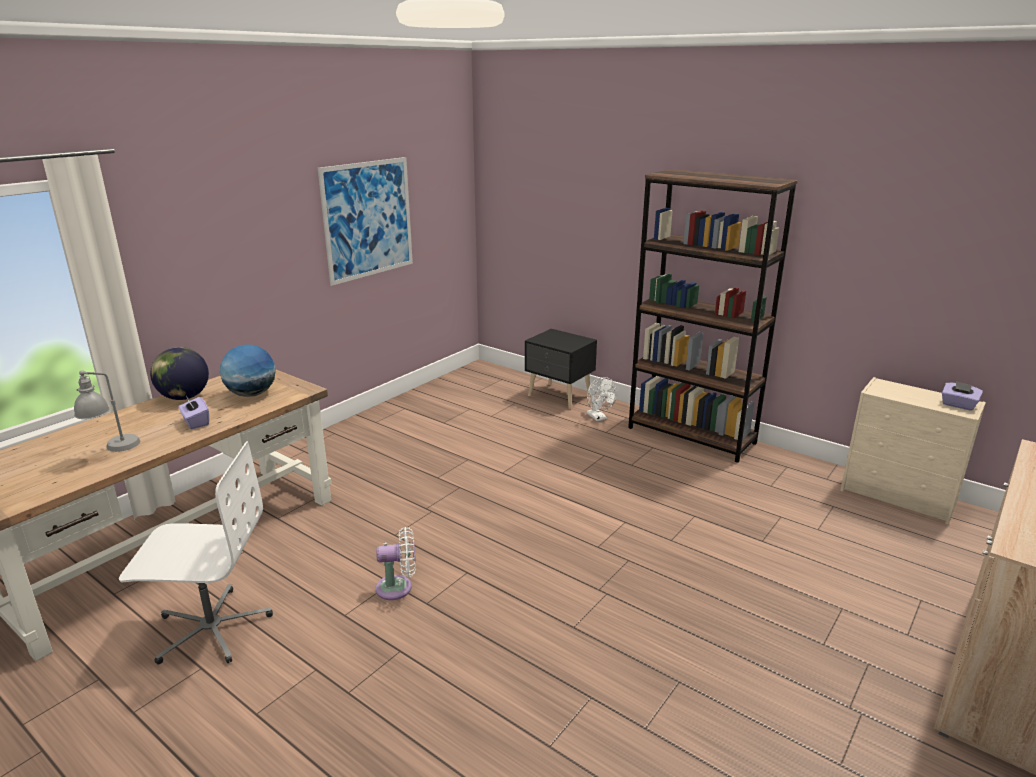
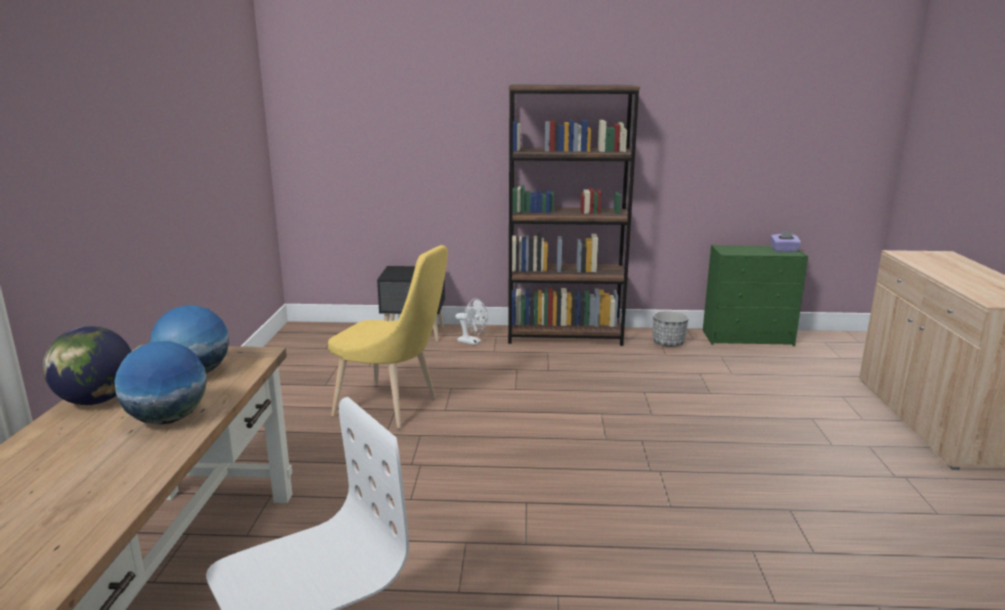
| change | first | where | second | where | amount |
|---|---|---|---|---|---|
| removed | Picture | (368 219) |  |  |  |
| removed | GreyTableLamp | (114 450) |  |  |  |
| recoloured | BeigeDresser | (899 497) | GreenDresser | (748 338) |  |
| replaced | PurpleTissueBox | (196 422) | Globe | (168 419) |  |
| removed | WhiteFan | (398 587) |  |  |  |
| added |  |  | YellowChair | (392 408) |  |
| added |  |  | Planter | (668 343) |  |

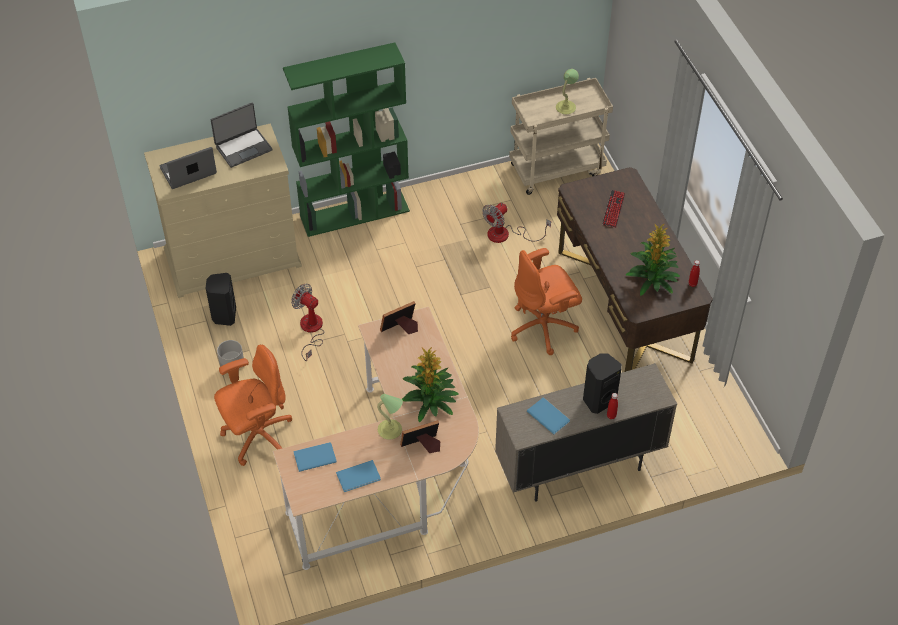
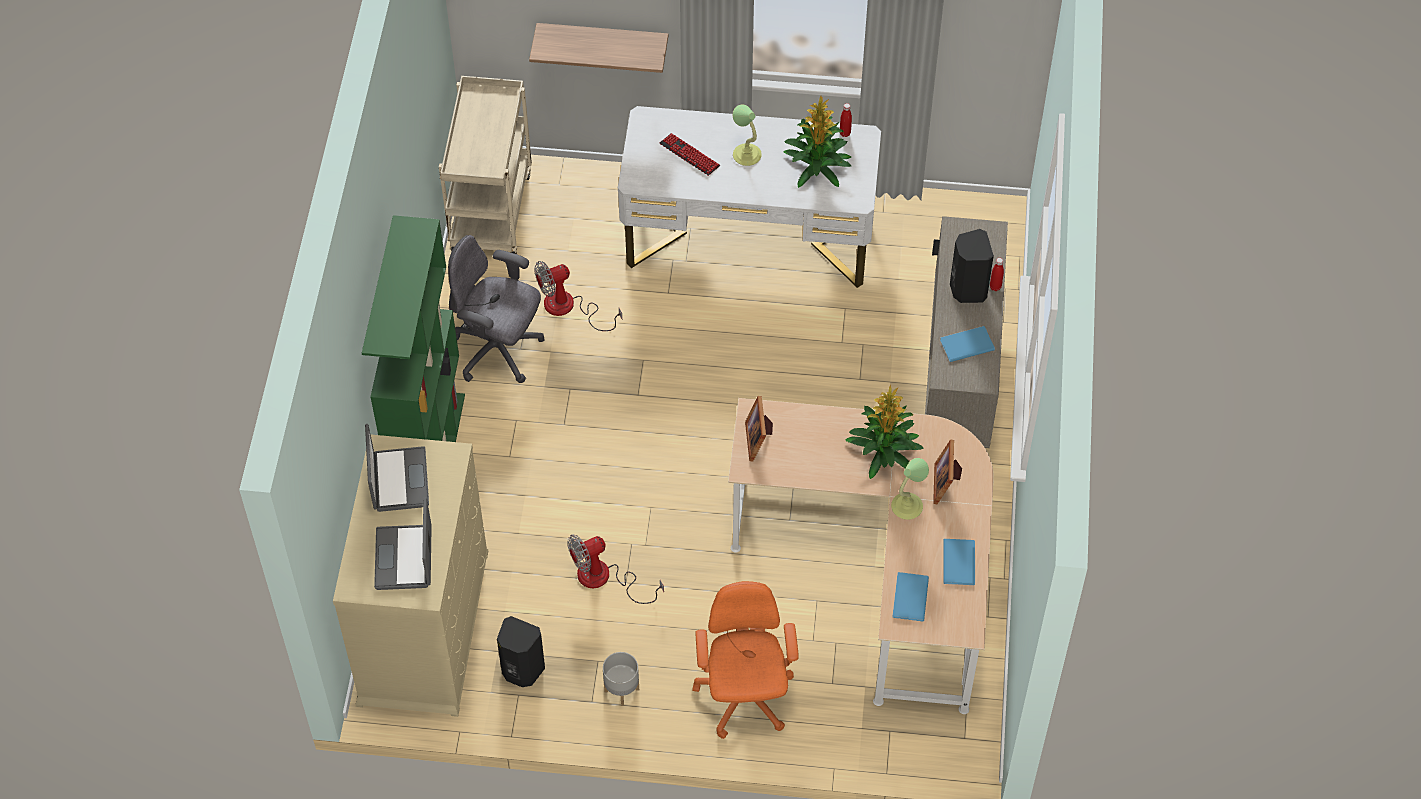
| change | first | where | second | where | amount |
|---|---|---|---|---|---|
| moved | TableLamp | (566 107) |  | (746 154) |  |
| recoloured | BrownDesk | (623 305) | WhiteDesk | (748 239) |  |
| turned | Fan | (506 235) |  | (569 308) | 90 degrees clockwise |
| removed | OrangeOfficeChair | (544 327) |  |  |  |
| added |  |  | Shelf | (603 41) |  |
| added |  |  | GreyOfficeChair | (498 351) |  |

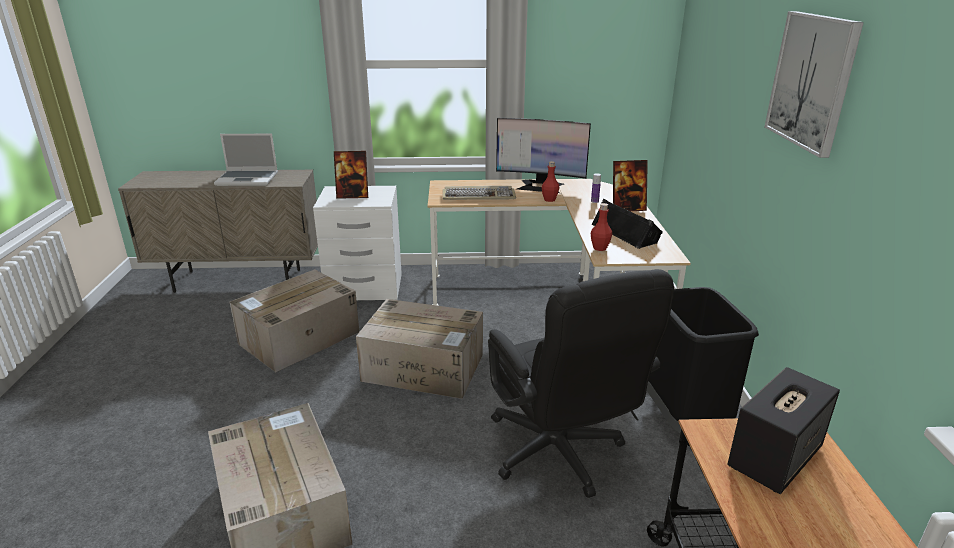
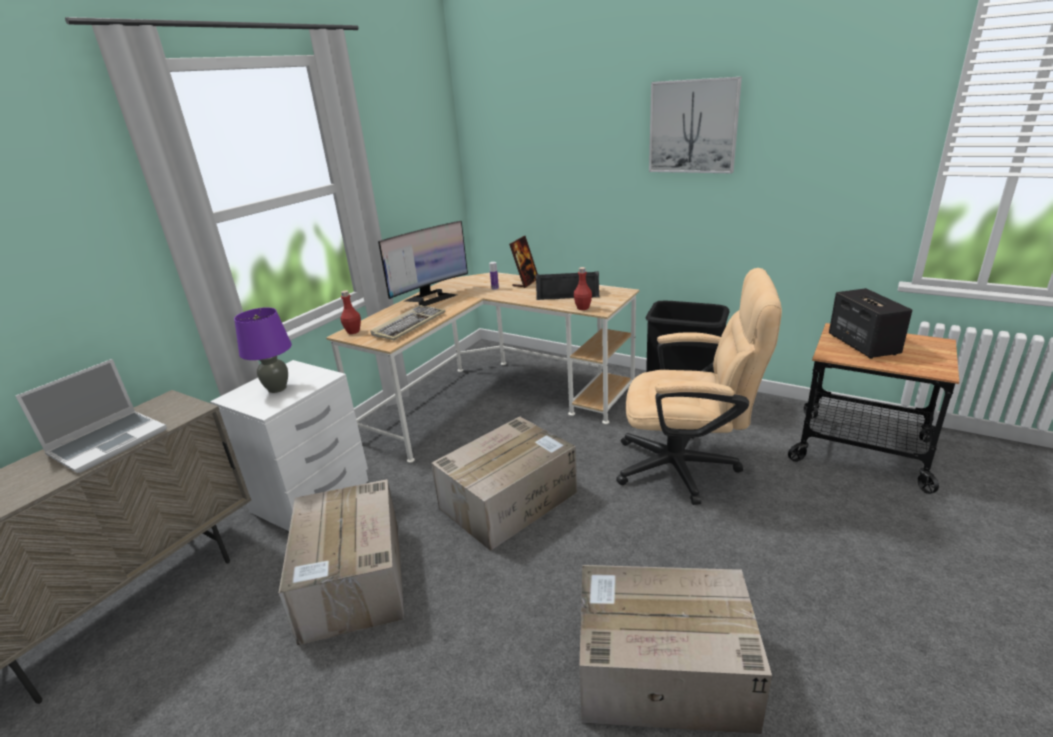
| change | first | where | second | where | amount |
|---|---|---|---|---|---|
| replaced | PictureFrame | (353 196) | PurpleTableLamp | (277 389) |  |
| moved | RedBottle | (549 200) |  | (353 331) |  |
| recoloured | BlackOfficeChair | (560 456) | BeigeOfficeChair | (688 467) |  |

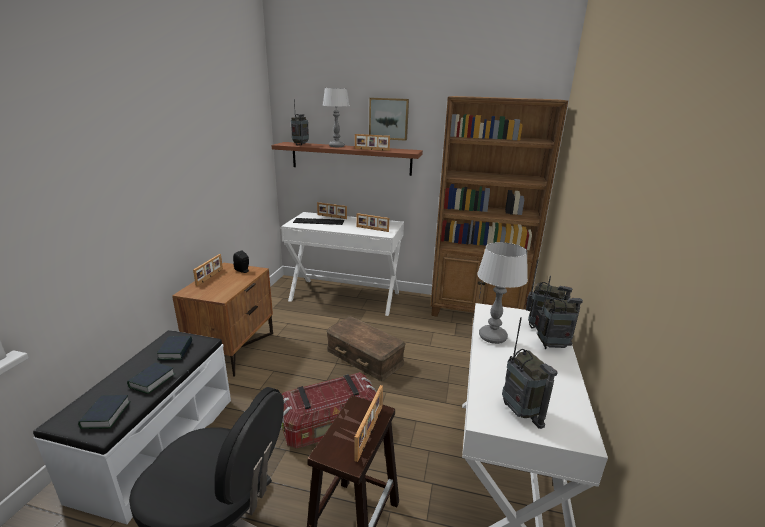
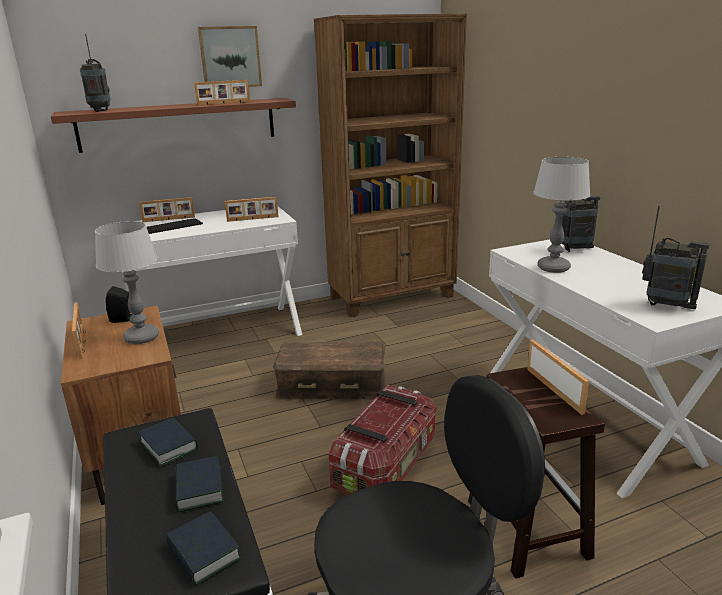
| change | first | where | second | where | amount |
|---|---|---|---|---|---|
| moved | TableLamp | (337 146) |  | (142 337) |  |
| removed | Radio | (552 346) |  |  |  |

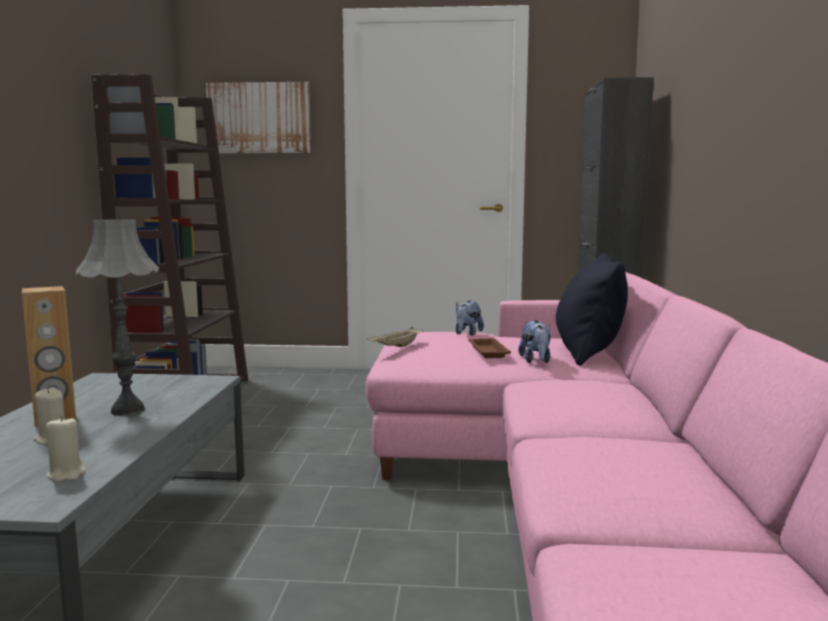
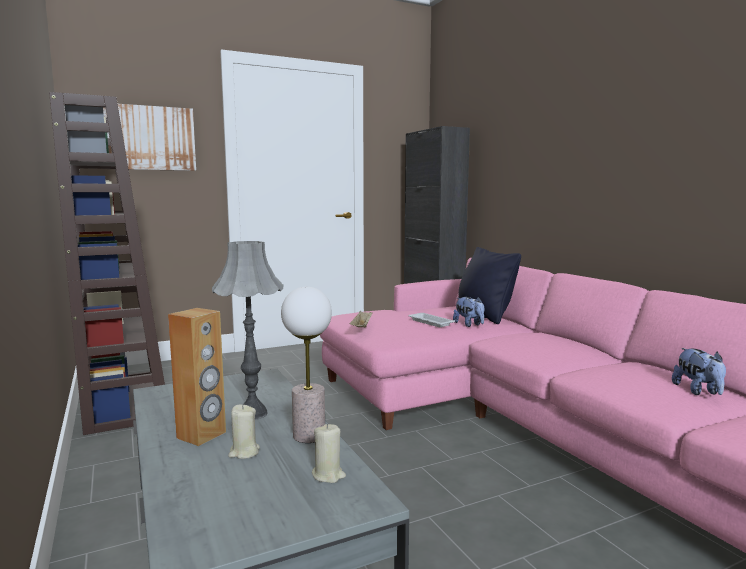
| change | first | where | second | where | amount |
|---|---|---|---|---|---|
| moved | PlushToy | (467 334) |  | (698 391) |  |
| recoloured | BrownTray | (488 351) | WhiteTray | (430 322) |  |
| added |  |  | TableLamp | (308 436) |  |

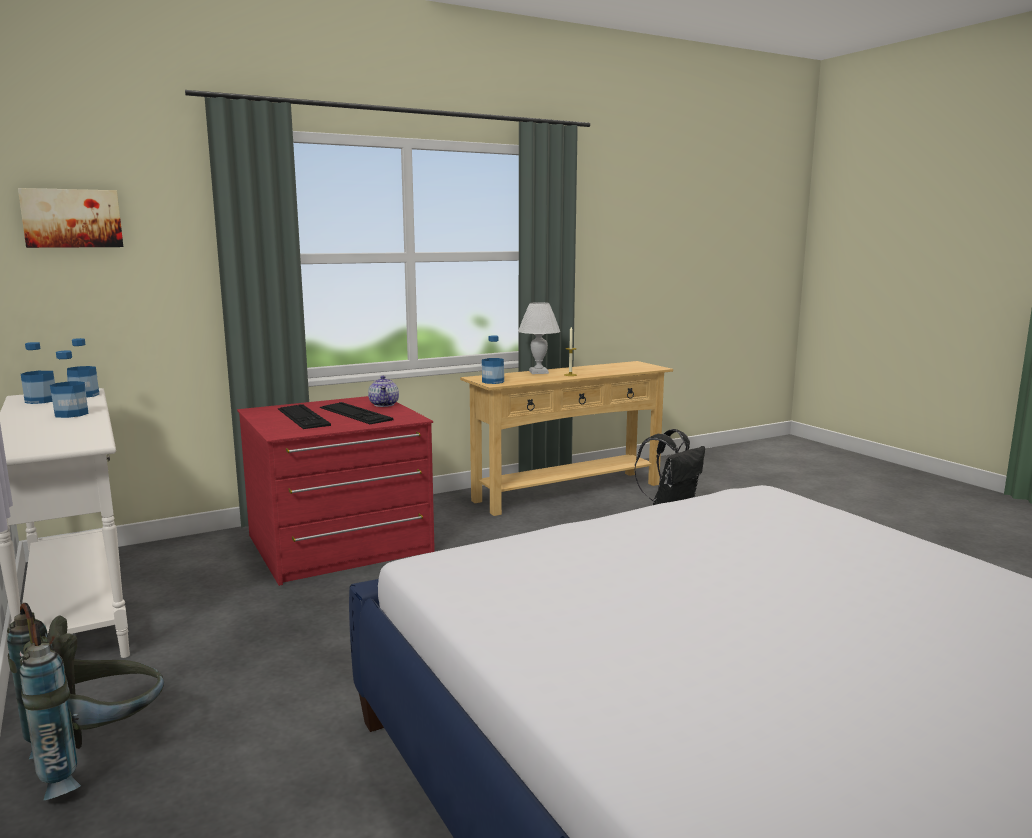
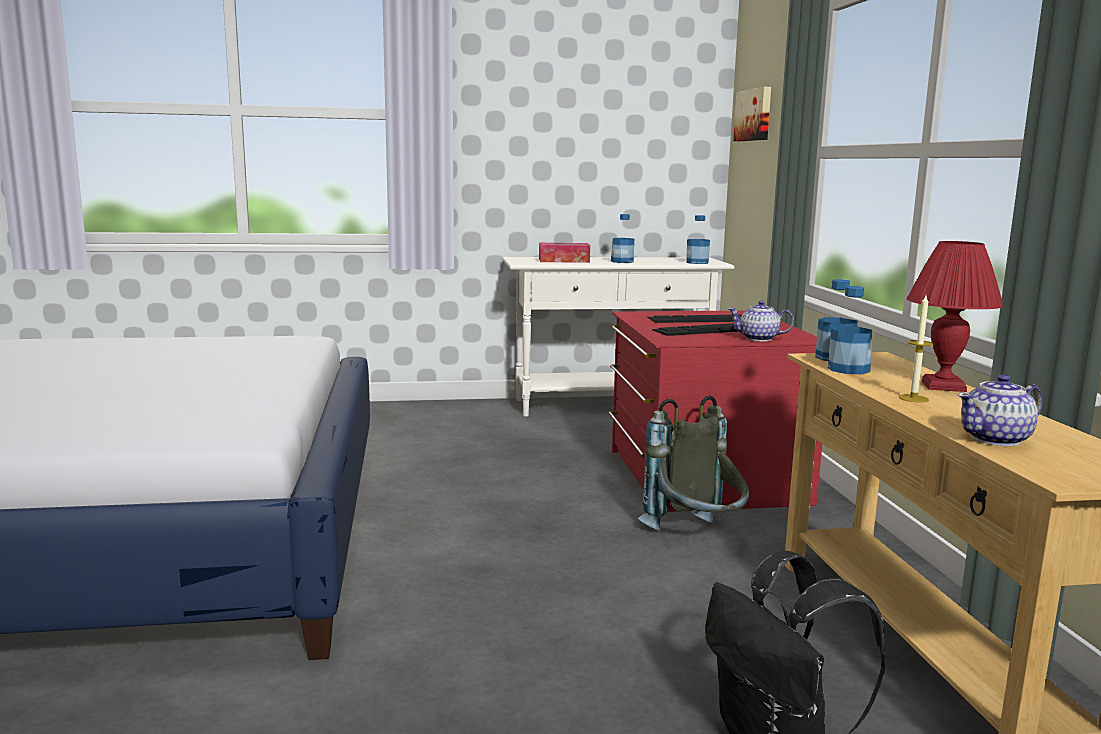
| change | first | where | second | where | amount |
|---|---|---|---|---|---|
| recoloured | WhiteTableLamp | (539 372) | RedTableLamp | (944 386) |  |
| moved | Bottle | (41 400) |  | (848 369) |  |
| moved | GreyBackpack | (98 756) |  | (696 536) |  |
| added |  |  | TissueBox | (564 260) |  |
| added |  |  | Teapot | (996 439) |  |

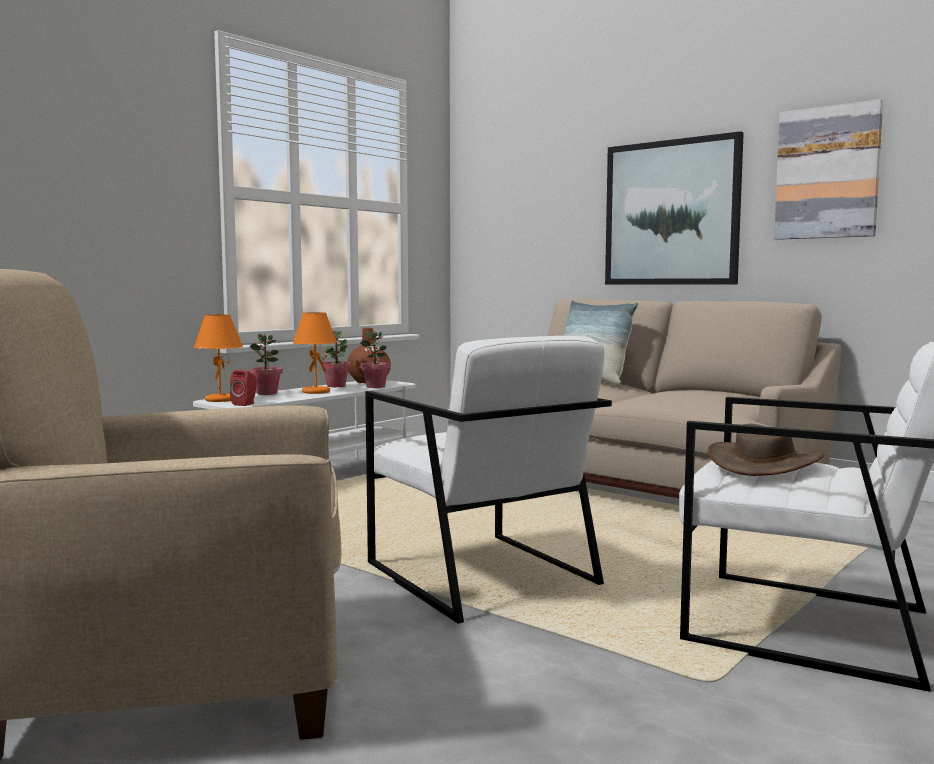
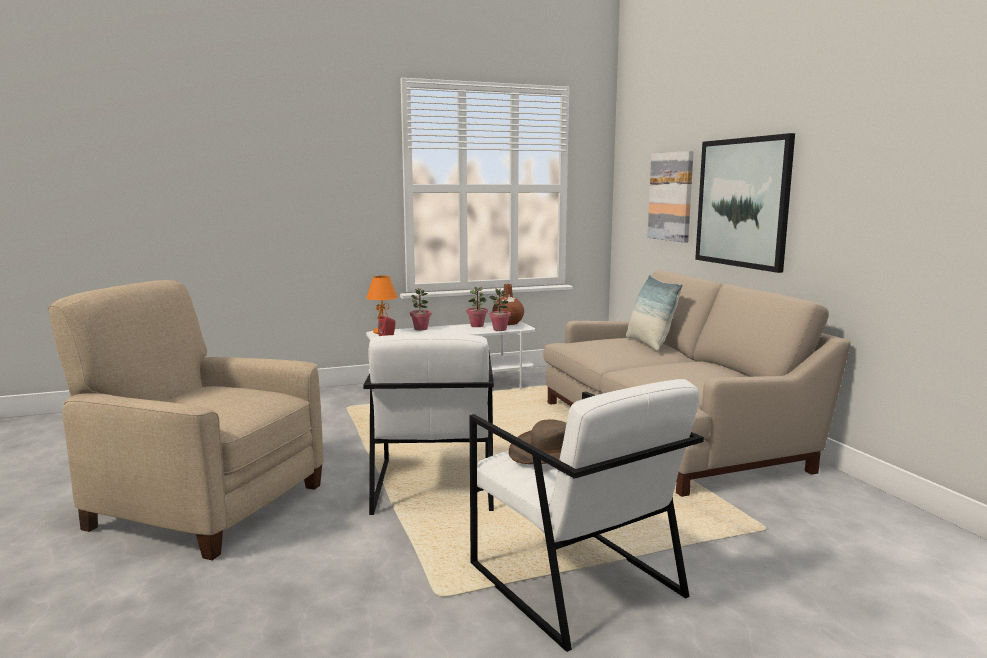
| change | first | where | second | where | amount |
|---|---|---|---|---|---|
| moved | Picture | (827 173) |  | (671 196) |  |
| removed | OrangeTableLamp | (315 392) |  |  |  |

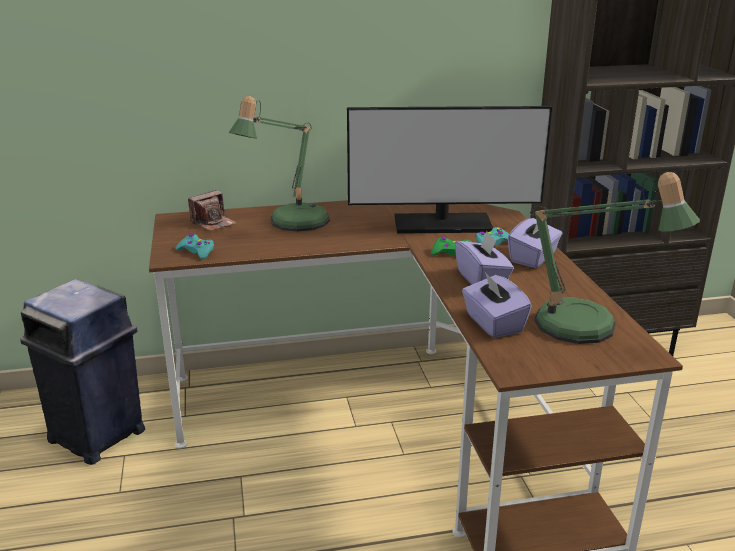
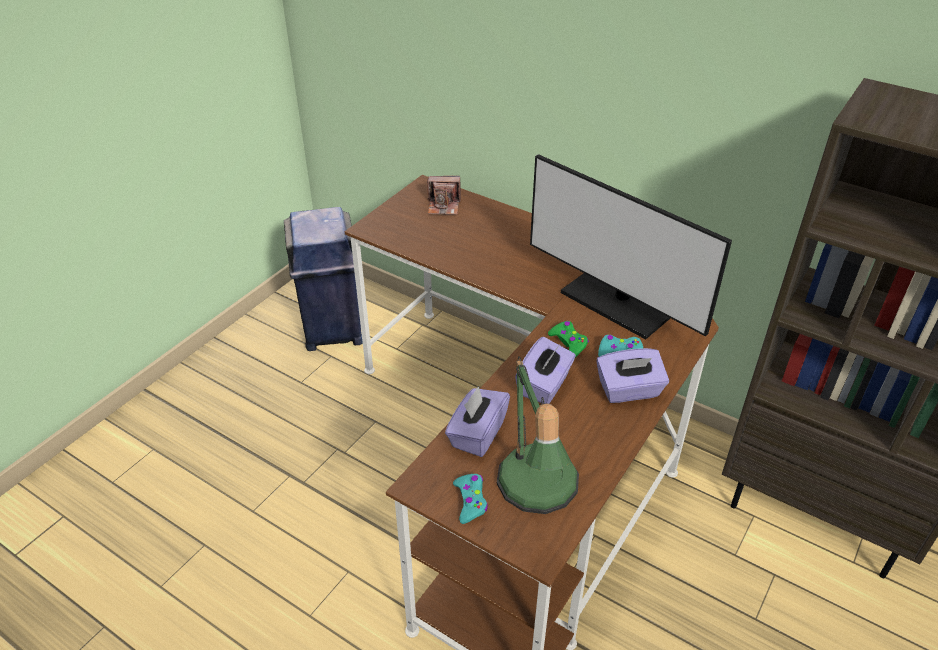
| change | first | where | second | where | amount |
|---|---|---|---|---|---|
| removed | TableLamp | (291 223) |  |  |  |
| moved | TurquoiseGameController | (196 251) |  | (470 501) |  |

